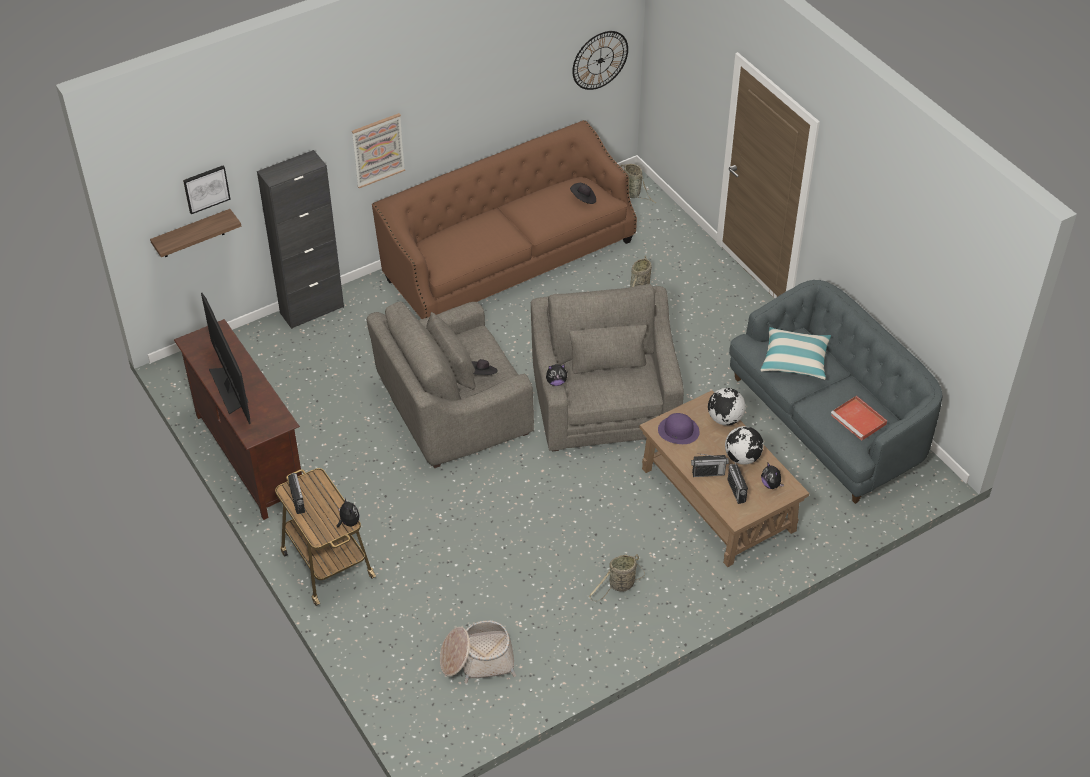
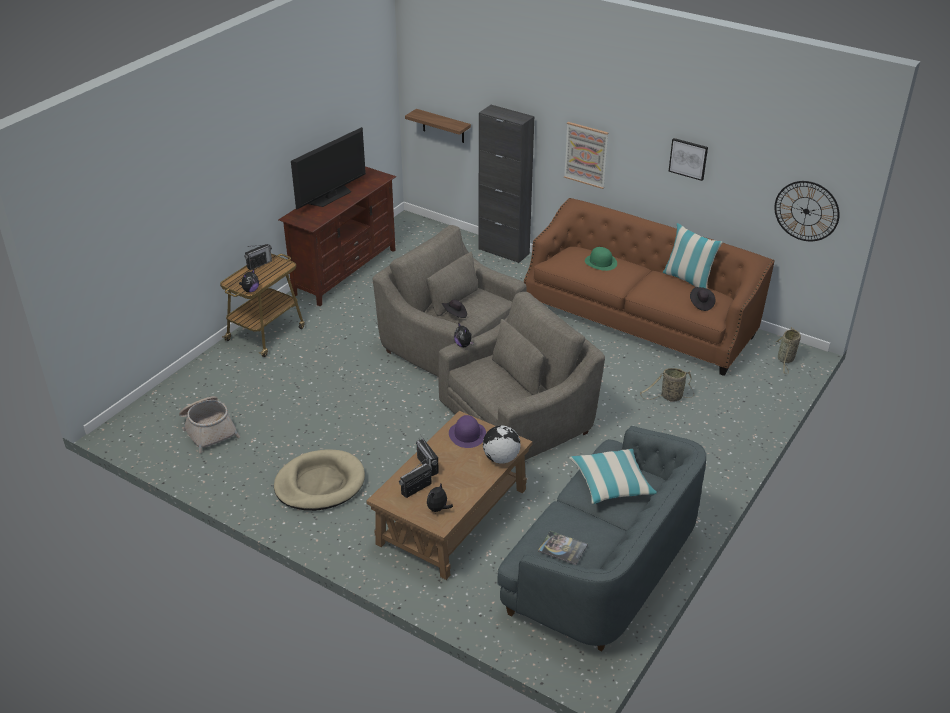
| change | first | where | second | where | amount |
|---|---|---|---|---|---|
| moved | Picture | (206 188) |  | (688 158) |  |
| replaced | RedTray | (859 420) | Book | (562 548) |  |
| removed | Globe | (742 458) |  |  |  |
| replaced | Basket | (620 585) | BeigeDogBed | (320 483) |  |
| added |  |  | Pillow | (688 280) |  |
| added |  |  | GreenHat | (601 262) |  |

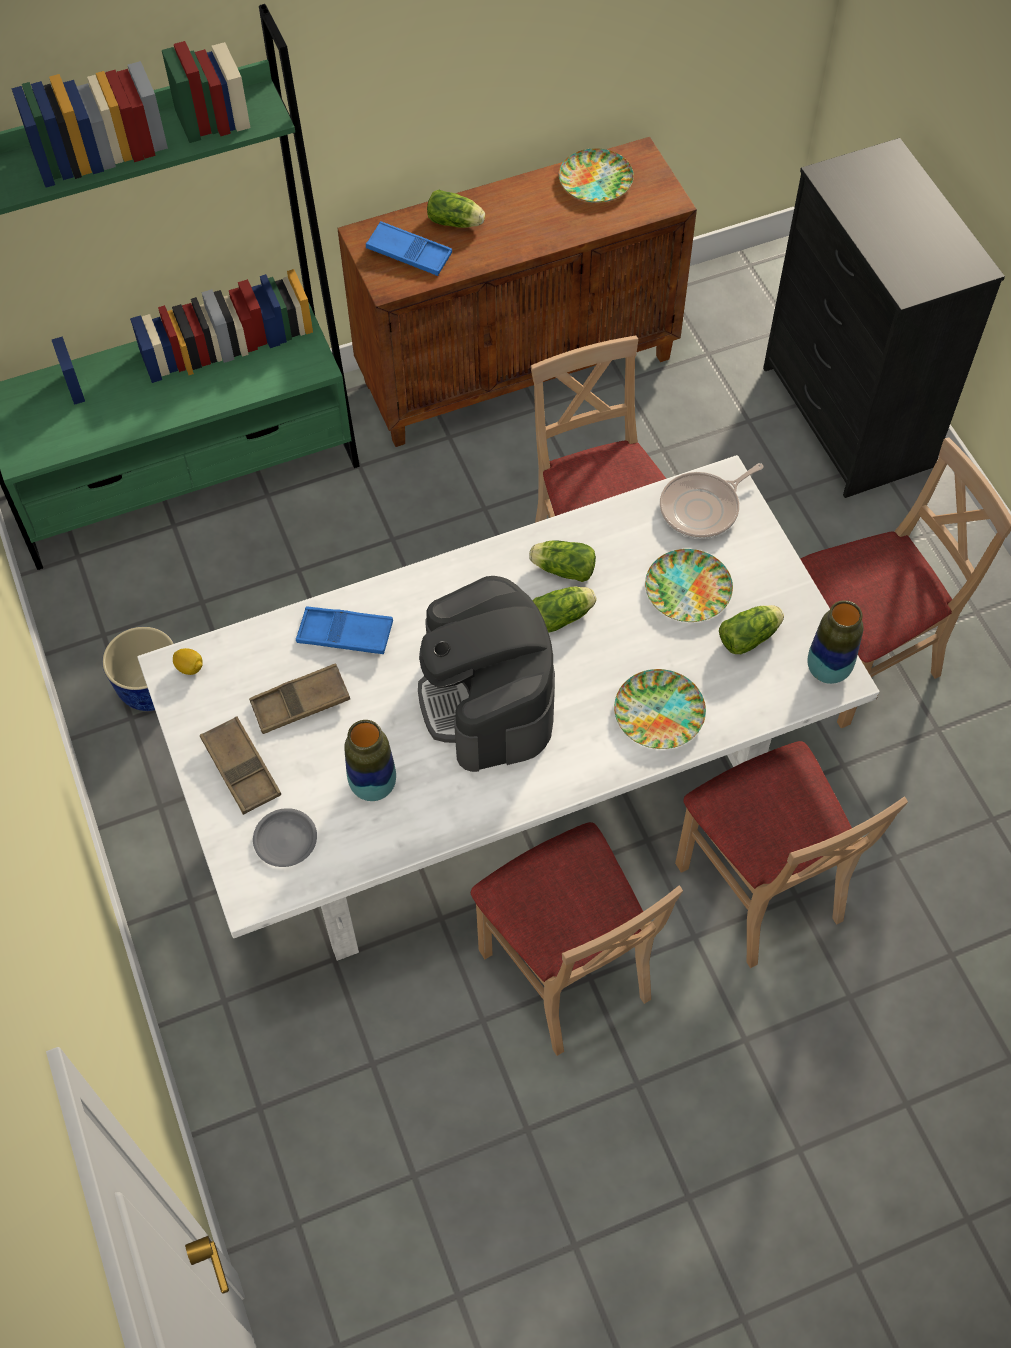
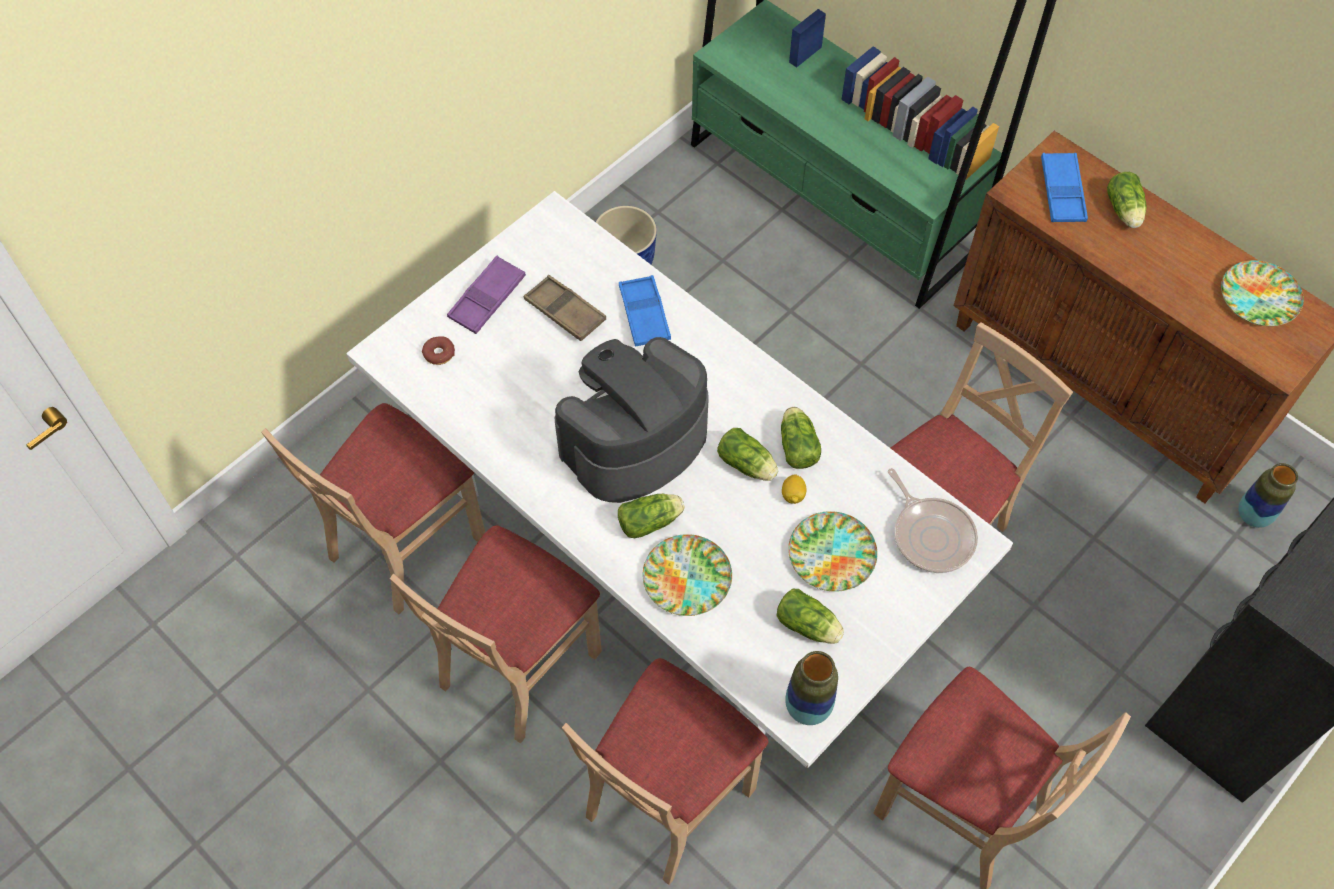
| change | first | where | second | where | amount |
|---|---|---|---|---|---|
| turned | FryingPan | (703 508) |  | (931 535) | 150 degrees counterclockwise |
| moved | Lemon | (190 668) |  | (793 495) |  |
| recoloured | BrownTray | (241 769) | PurpleTray | (487 299) |  |
| moved | Vase | (373 785) |  | (1253 515) |  |
| replaced | GreyPlate | (285 839) | Donut | (439 354) |  |
| added |  |  | BeigeChair | (404 543) |  |
| added |  |  | Lettuce | (652 521) |  |

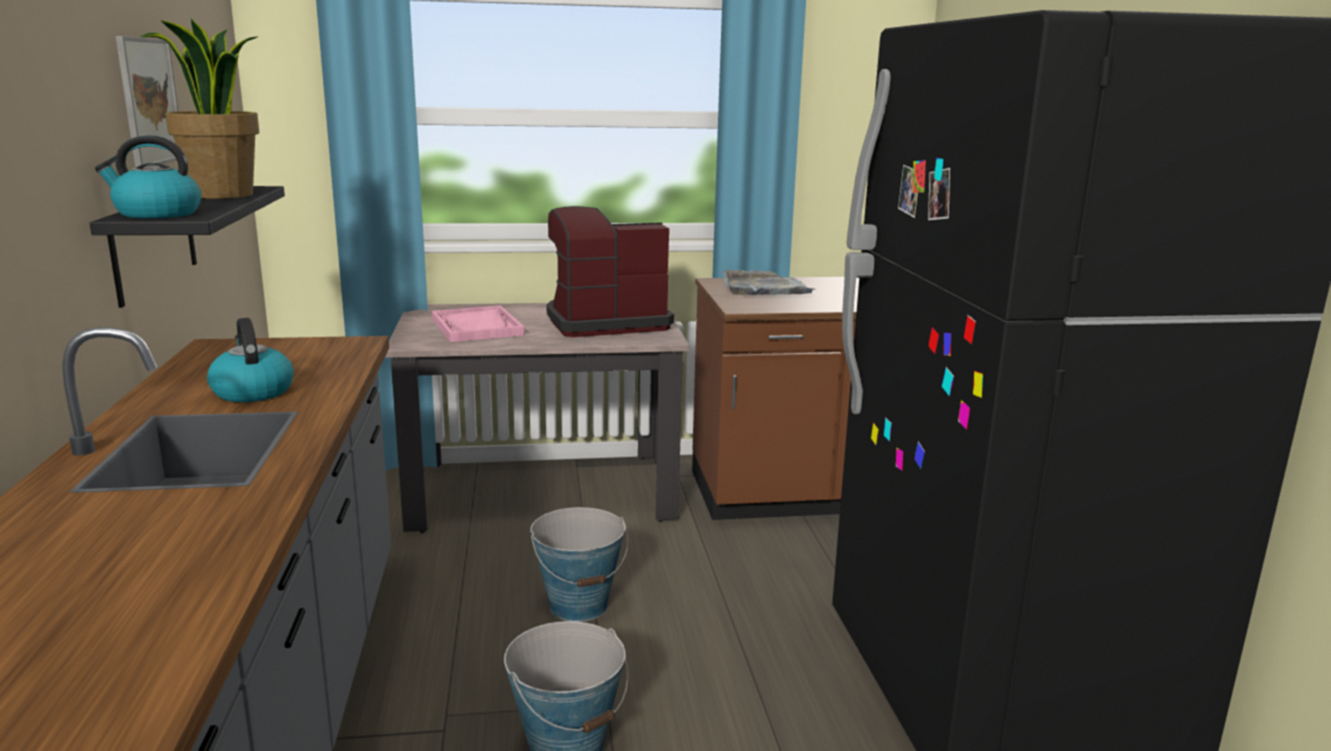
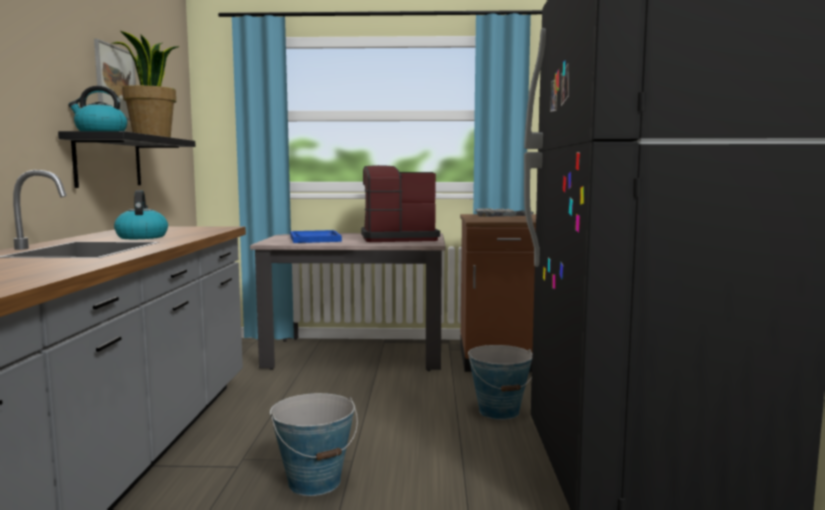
| change | first | where | second | where | amount |
|---|---|---|---|---|---|
| recoloured | PinkTray | (477 327) | BlueTray | (315 239) |  |
| moved | Bucket | (579 605) |  | (499 411) |  |

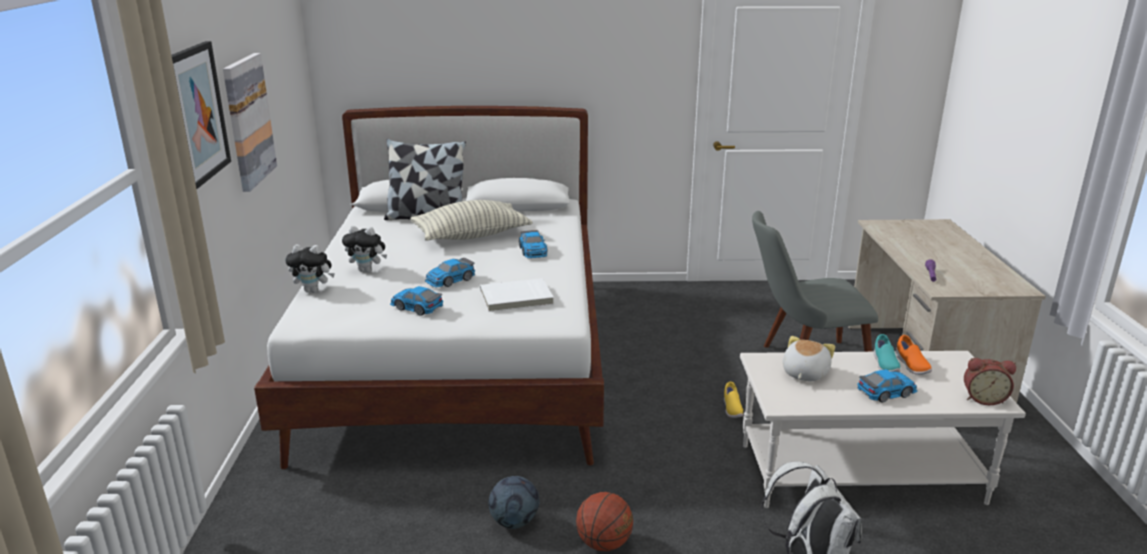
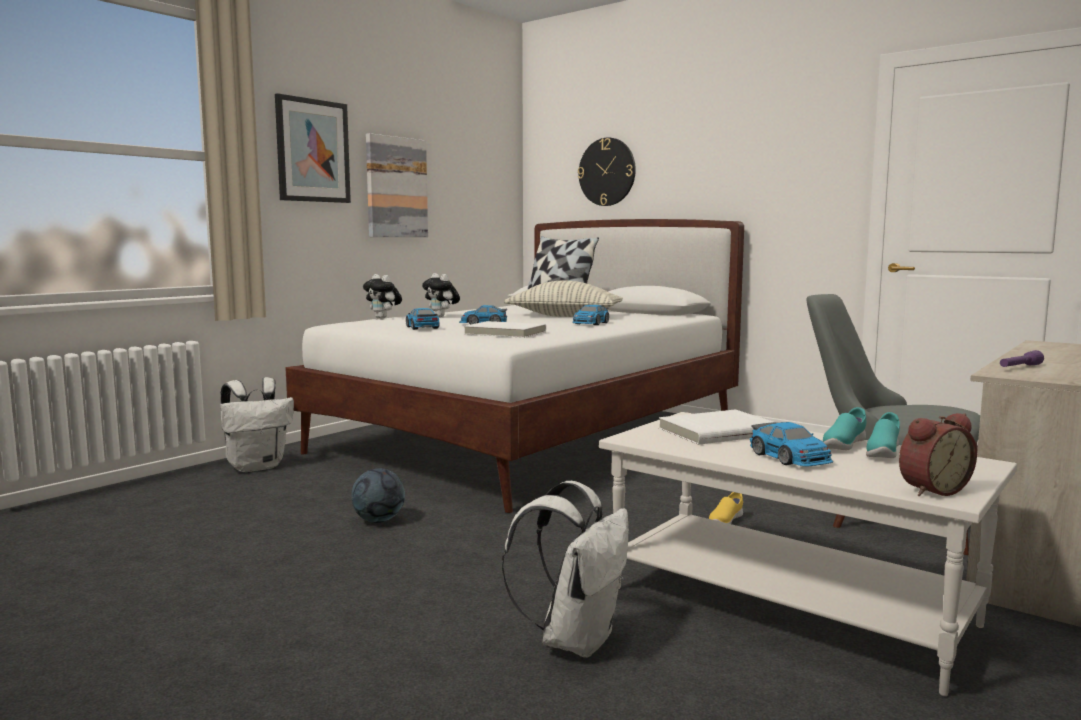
| change | first | where | second | where | amount |
|---|---|---|---|---|---|
| recoloured | OrangeShoe | (911 365) | TurquoiseShoe | (882 453) |  |
| replaced | PlushToy | (803 373) | WhiteBook | (716 431) |  |
| turned | AlarmClock | (983 398) |  | (931 490) | 75 degrees counterclockwise |
| turned | ToyCar | (886 392) |  | (789 458) | 45 degrees clockwise |
| removed | Basketball | (604 544) |  |  |  |
| added |  |  | WallClock | (607 172) |  |
| added |  |  | WhiteBackpack | (257 466) |  |

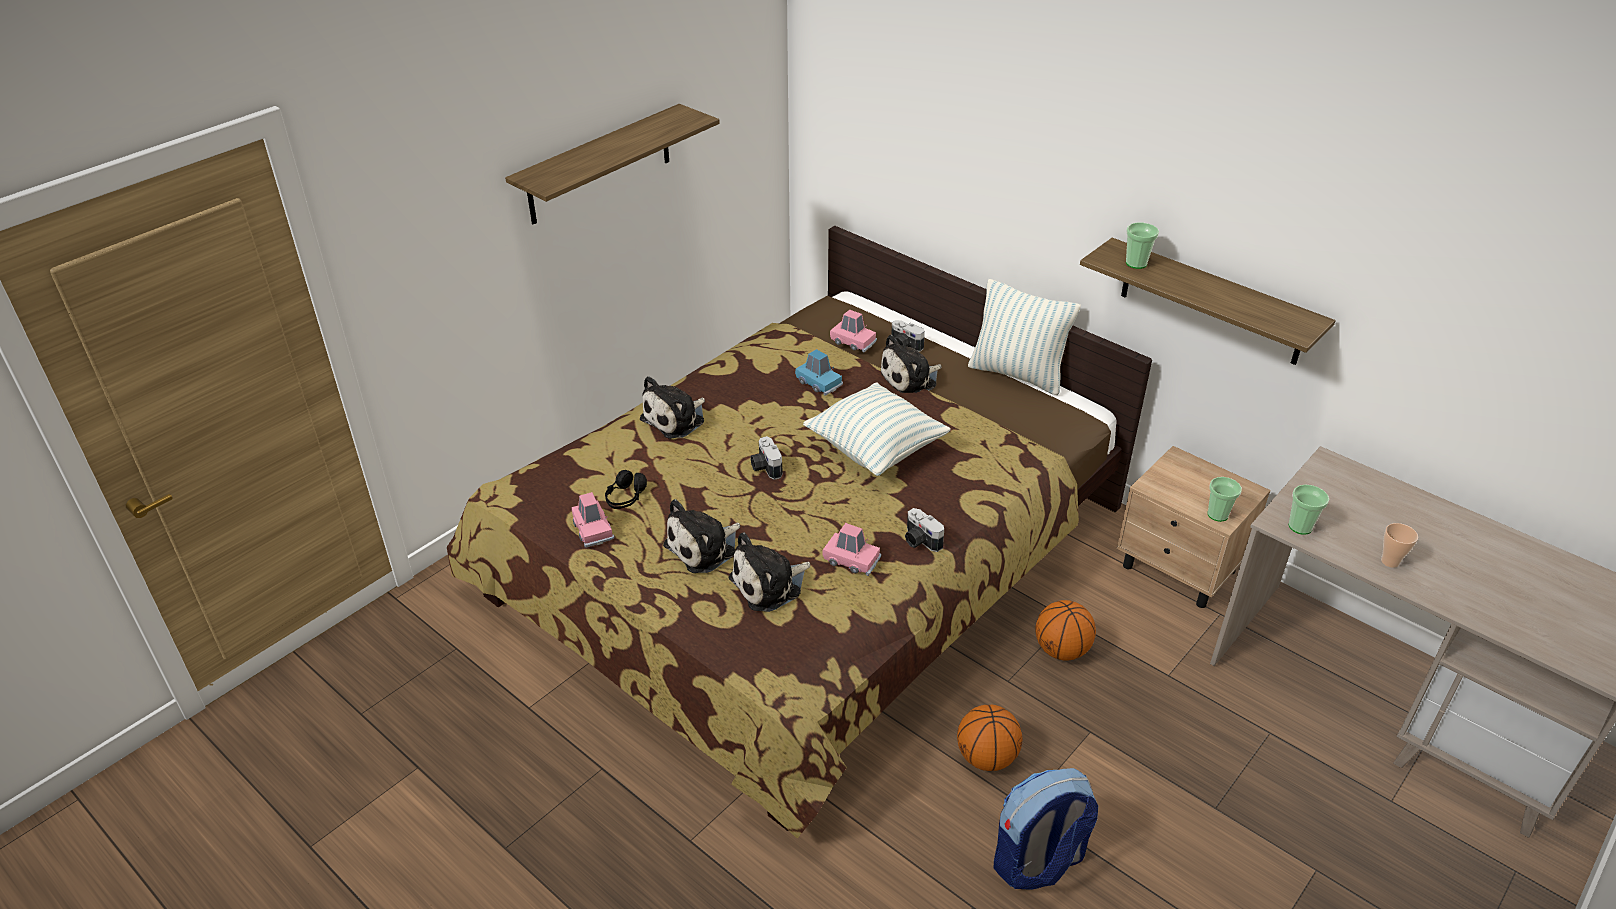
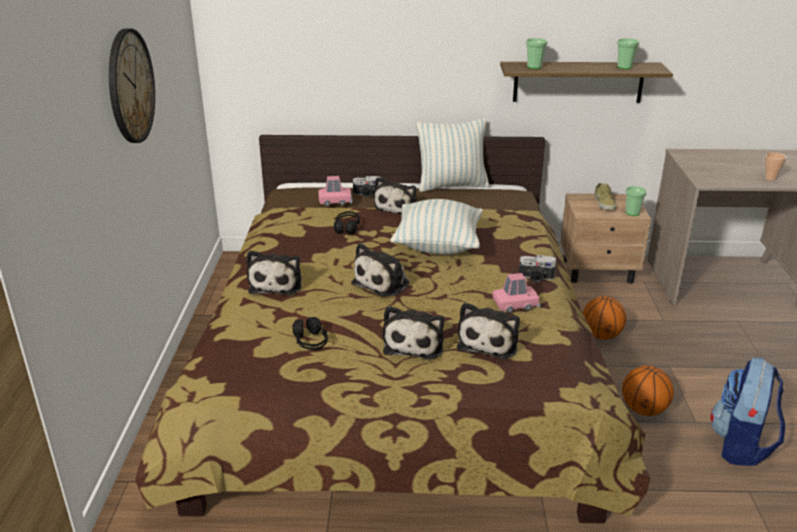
| change | first | where | second | where | amount |
|---|---|---|---|---|---|
| replaced | Shelf | (599 165) | WallClock | (130 86) |  |
| replaced | BlueToyCar | (819 383) | BlackHeadphones | (347 228) |  |
| replaced | PhotoCamera | (765 467) | PlushToy | (383 283) |  |
| moved | Cup | (1300 527) |  | (624 67) |  |
| removed | PinkToyCar | (593 529) |  |  |  |
| added |  |  | BeigeShoe | (605 204) |  |

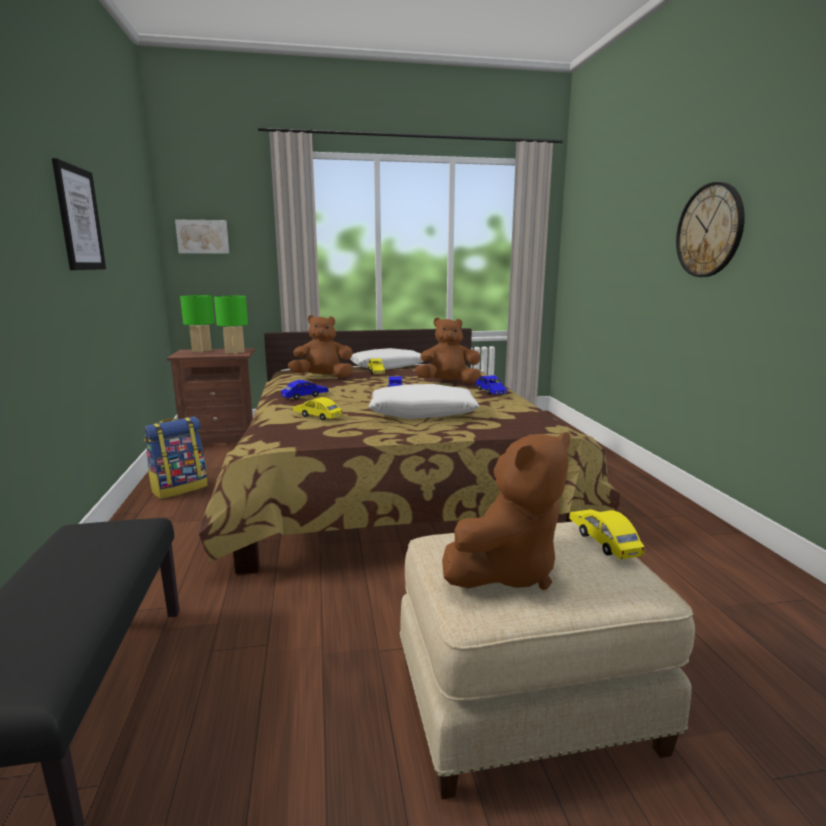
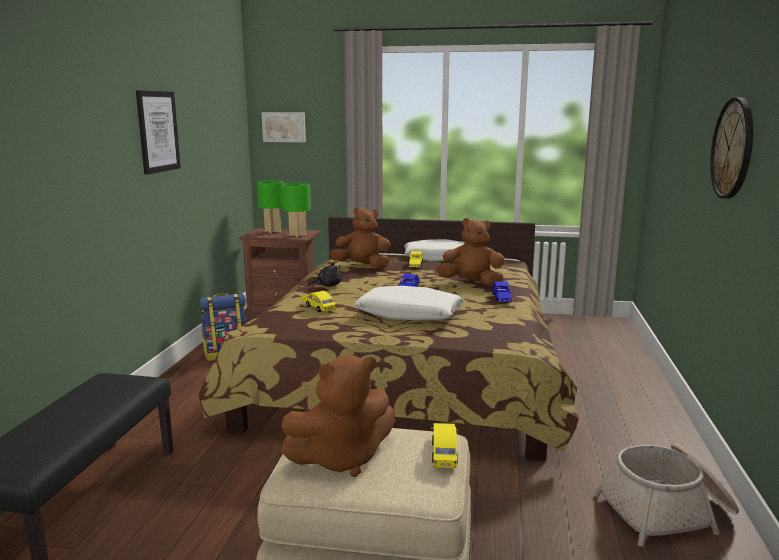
| change | first | where | second | where | amount |
|---|---|---|---|---|---|
| replaced | BlueToyCar | (305 396) | BlackPlushToy | (327 286) |  |
| added |  |  | Basket | (667 512) |  |

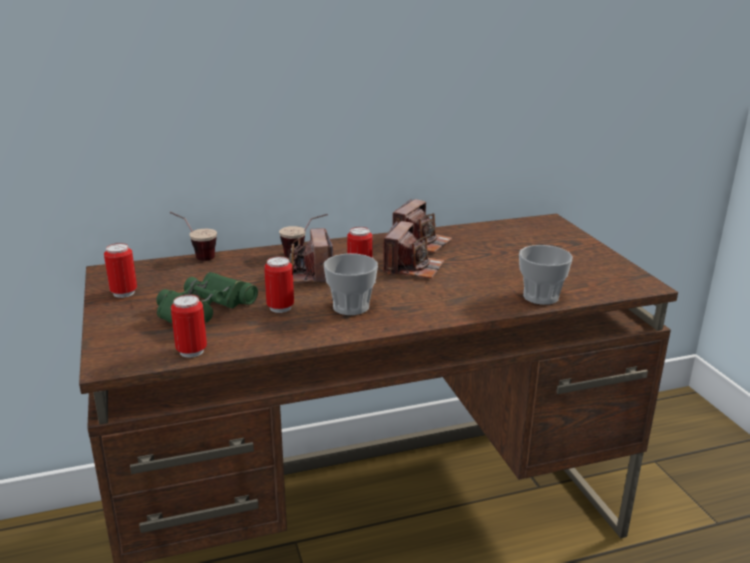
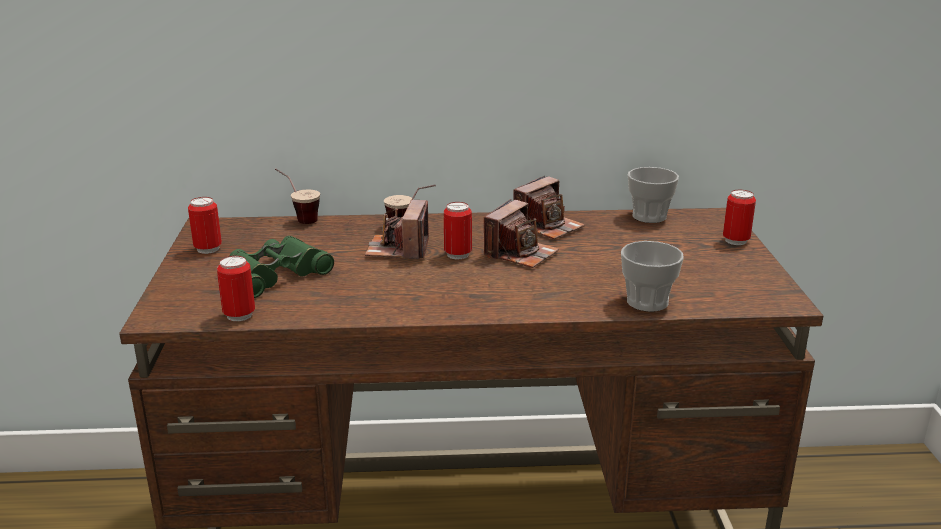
| change | first | where | second | where | amount |
|---|---|---|---|---|---|
| moved | Cup | (351 307) |  | (649 216) |  |
| moved | Can | (280 308) |  | (735 241) |  |

